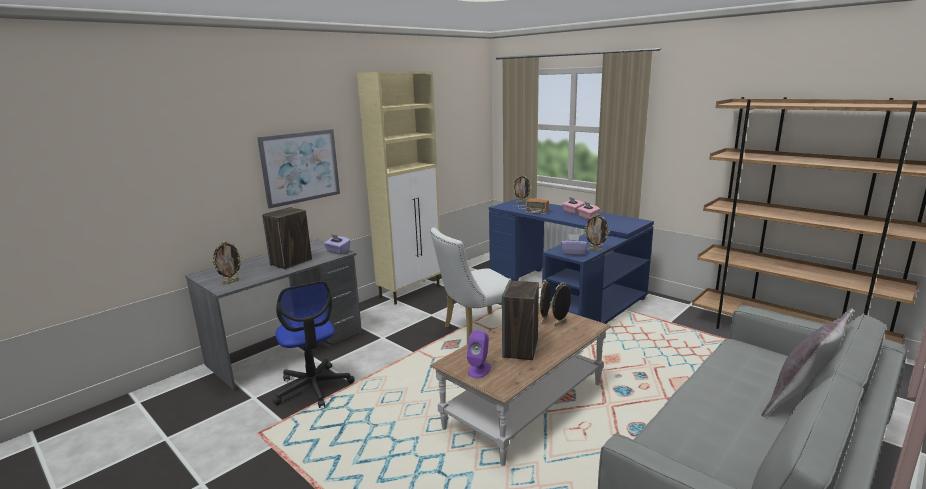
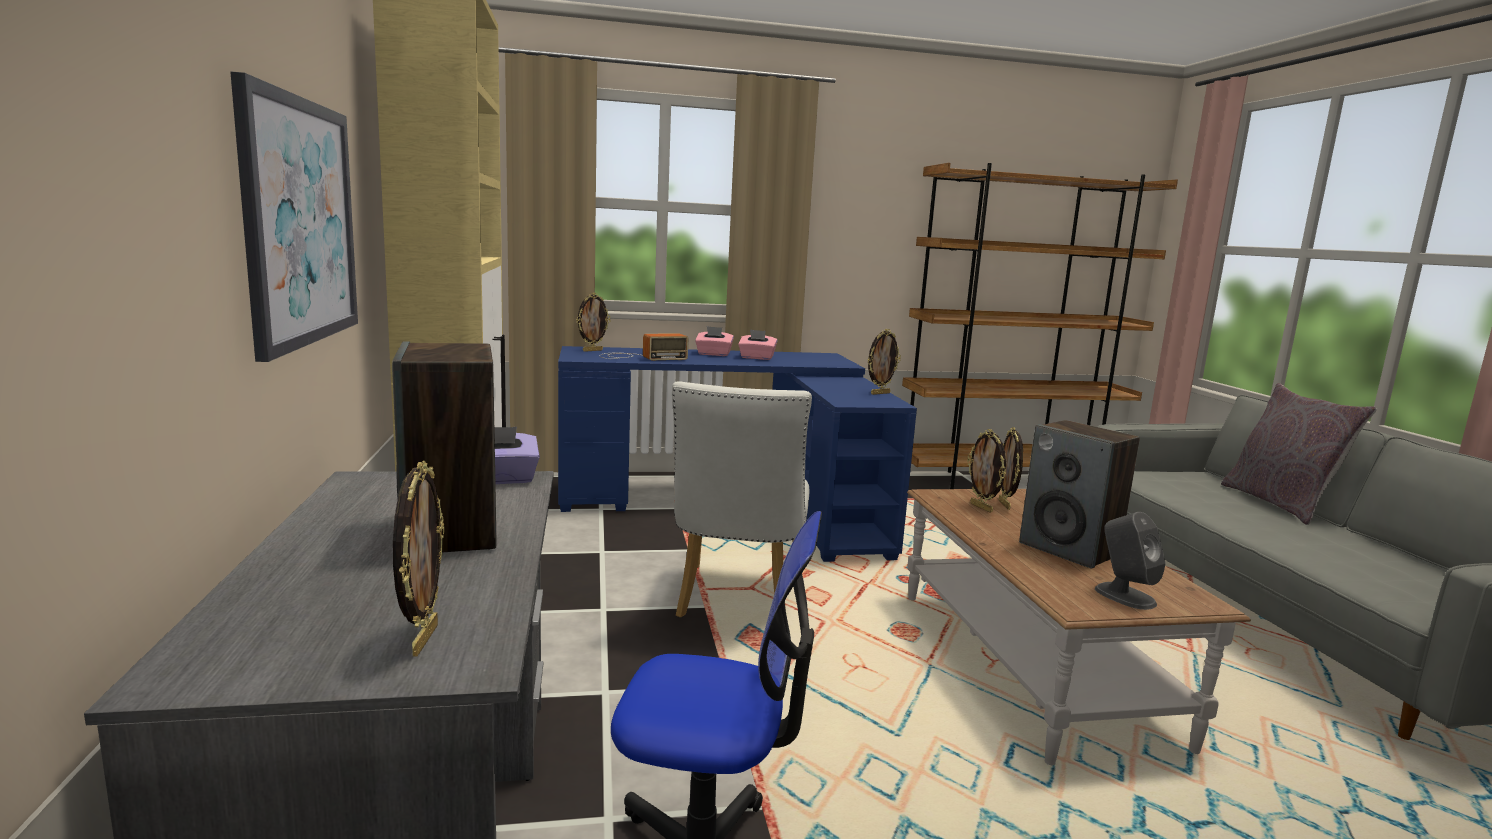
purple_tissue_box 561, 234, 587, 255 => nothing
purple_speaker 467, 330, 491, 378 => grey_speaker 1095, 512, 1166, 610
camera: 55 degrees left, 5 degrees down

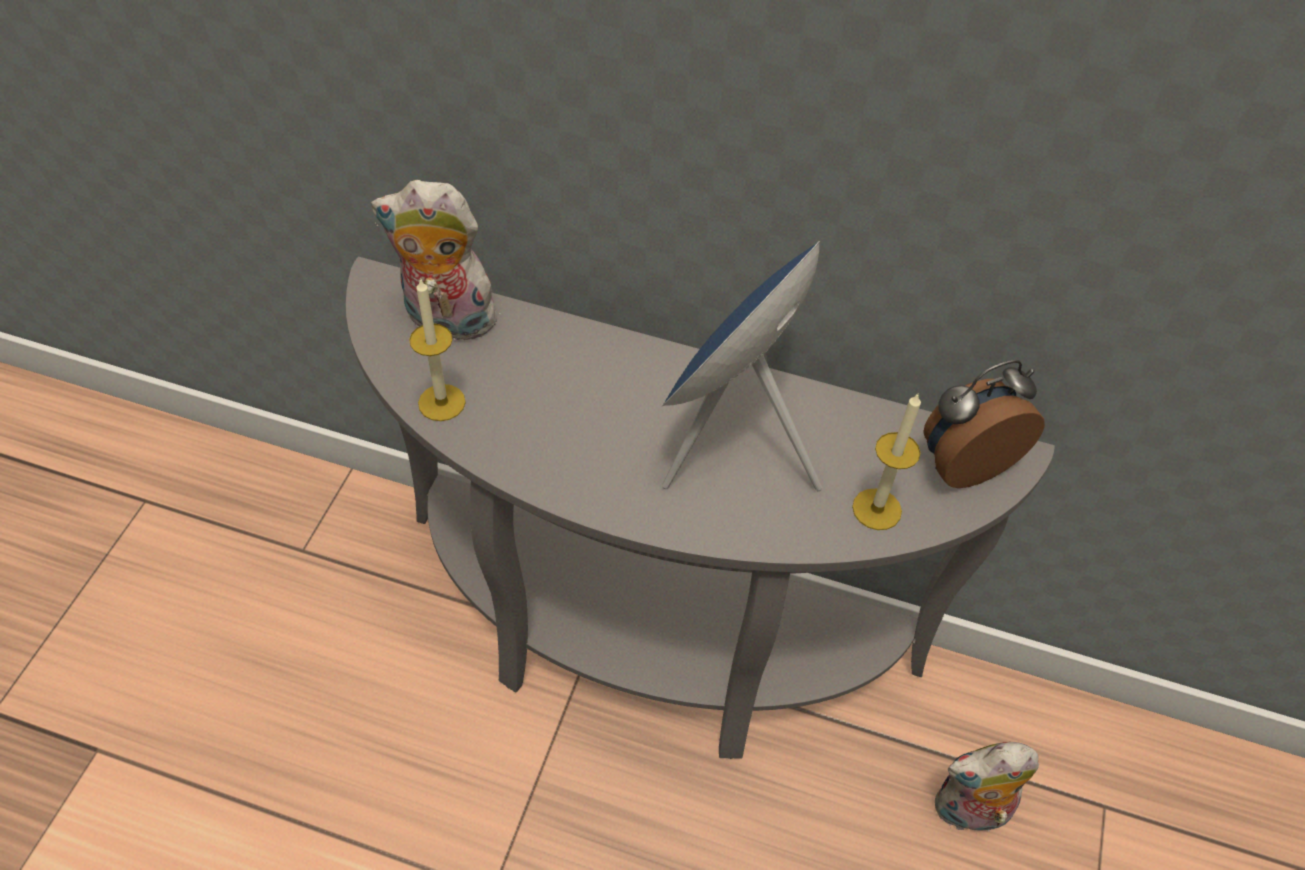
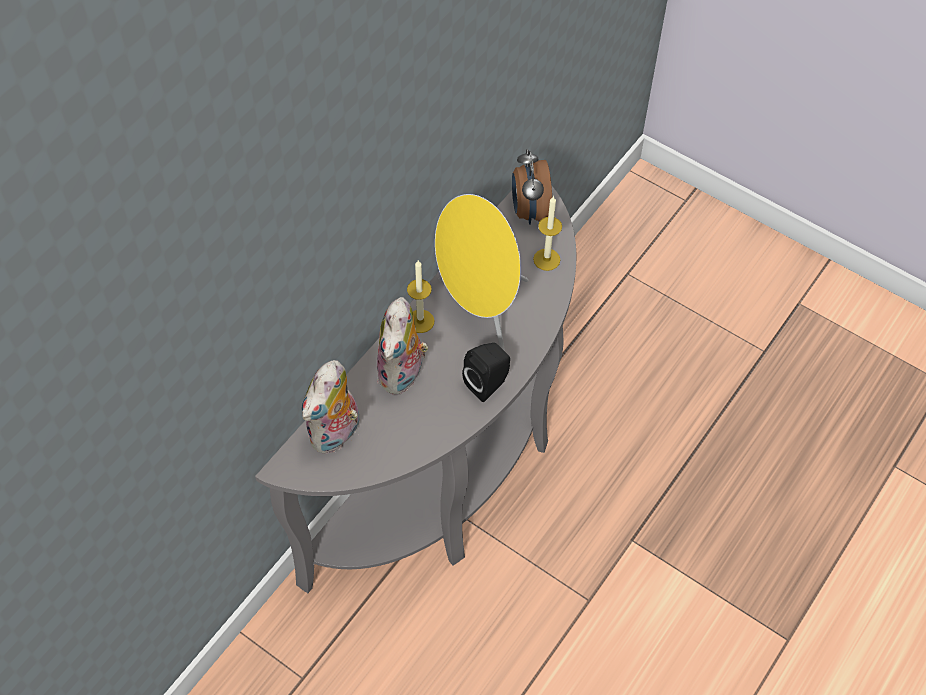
blue_speaker 662, 241, 822, 491 => yellow_speaker 435, 194, 528, 350
candle 409, 278, 466, 421 => candle 407, 261, 434, 333, relocated
plush_toy 935, 742, 1039, 831 => plush_toy 377, 297, 428, 395, relocated
nothing => black_speaker 462, 343, 510, 402
camera: 70 degrees left, 5 degrees up

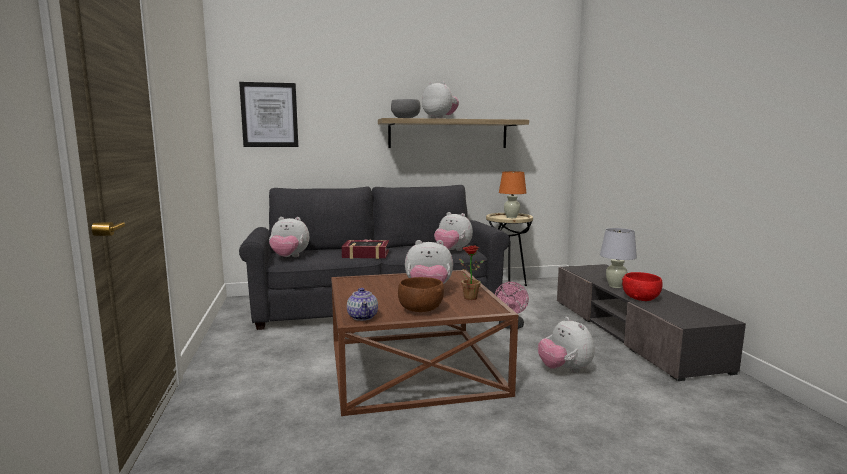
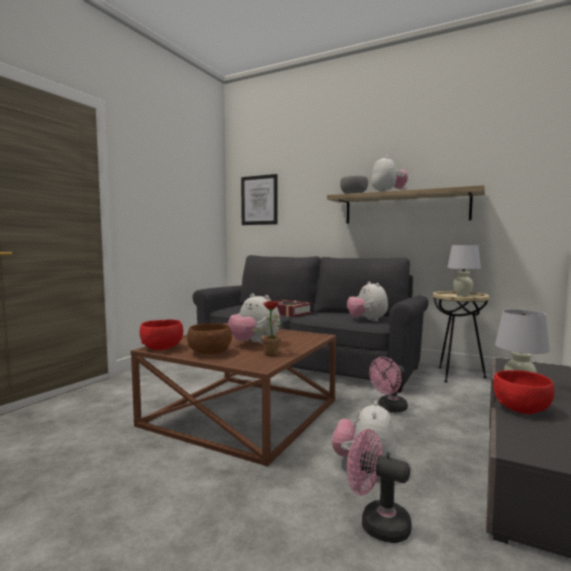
orange_table_lamp 499, 171, 526, 218 => white_table_lamp 447, 245, 481, 297
plush_toy 269, 217, 309, 257 => nothing
teapot 347, 288, 378, 321 => red_bowl 140, 319, 183, 350
nothing => pink_fan 347, 429, 412, 543
camera: 40 degrees right, 5 degrees down

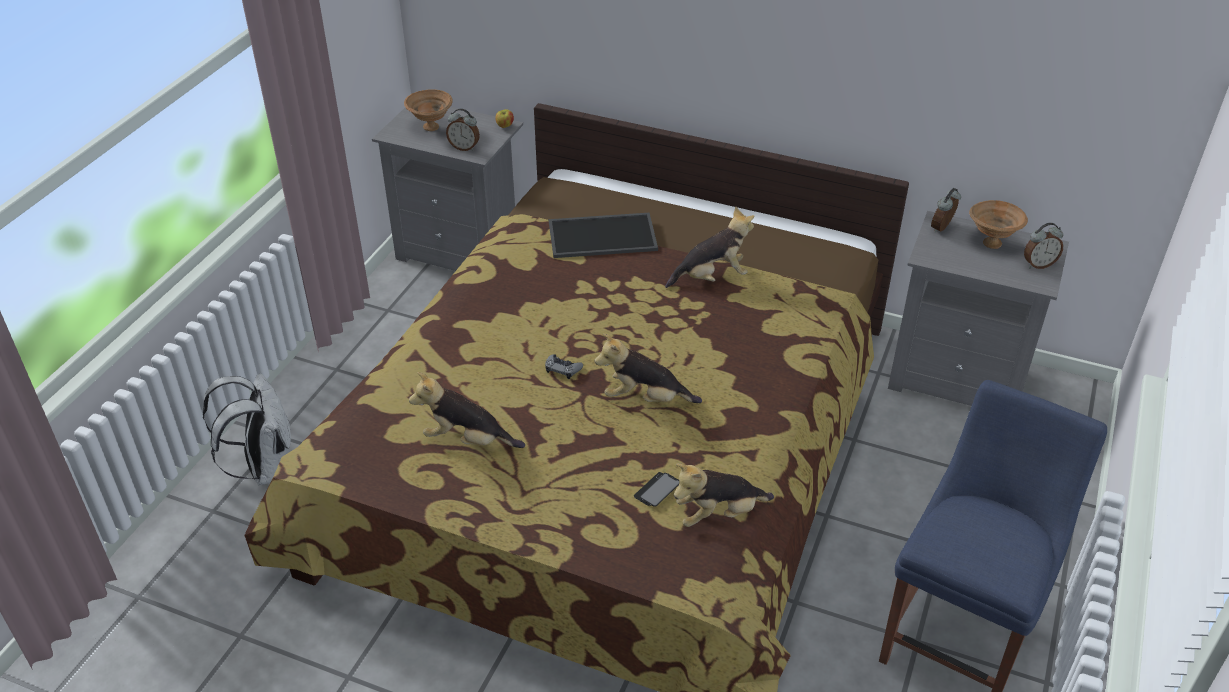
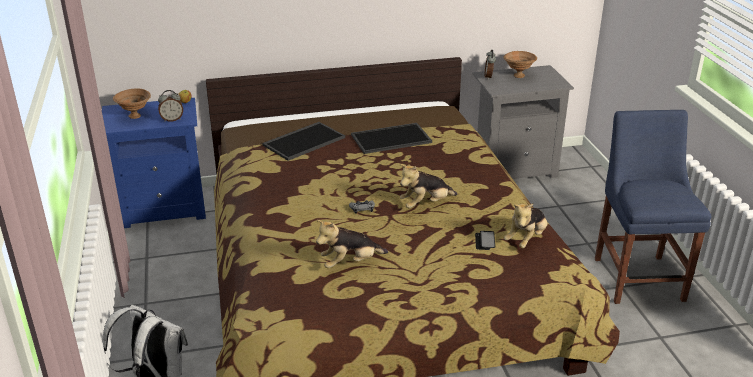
grey_nightstand 372, 107, 523, 271 => blue_nightstand 102, 98, 206, 228
plush_toy 665, 206, 755, 288 => tray 351, 123, 432, 154
alarm_clock 1024, 223, 1063, 269 => nothing
camera: 35 degrees left, 10 degrees down

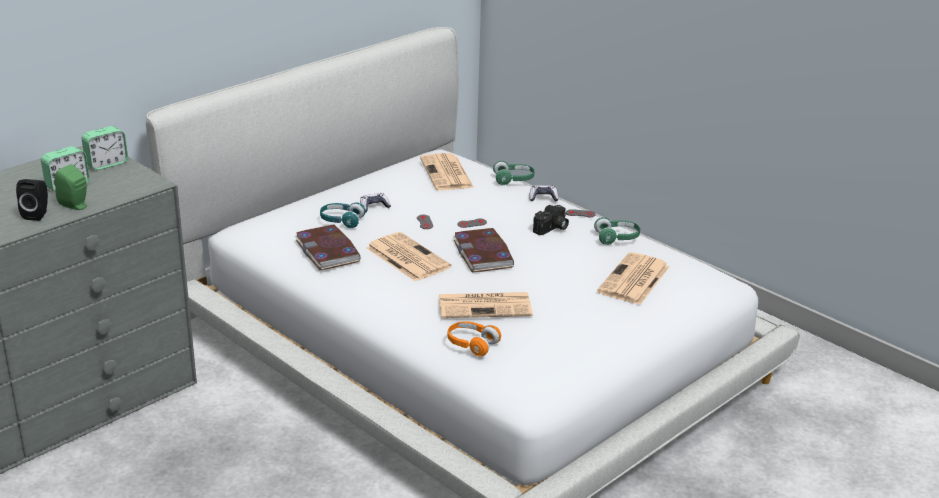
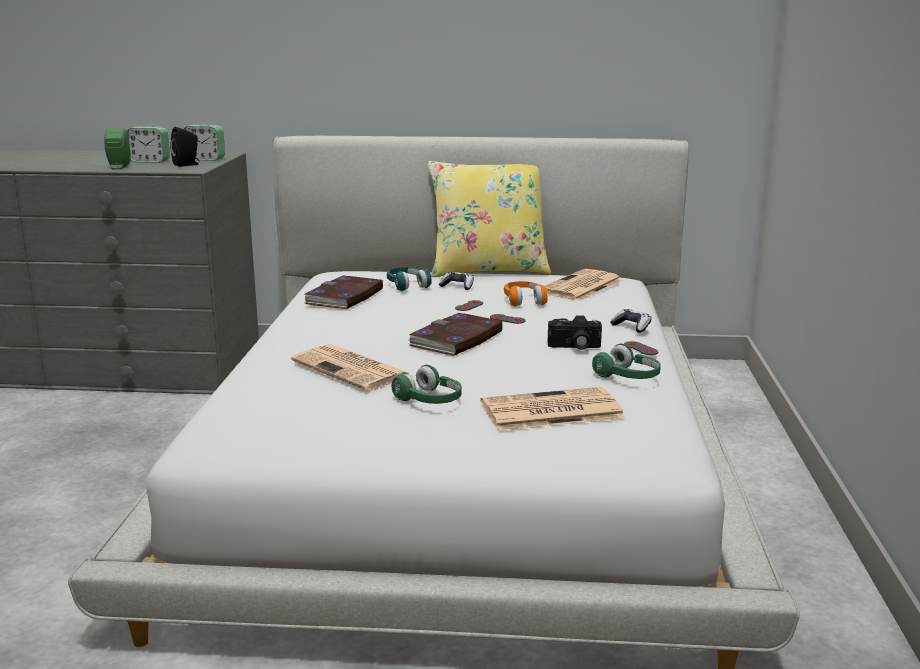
green_headphones 493, 161, 534, 185 => green_headphones 392, 365, 462, 404, relocated
black_speaker 16, 179, 48, 221 => black_speaker 170, 127, 199, 167, relocated
newspaper 366, 232, 451, 282 => nothing
orange_headphones 448, 321, 501, 356 => orange_headphones 504, 281, 548, 307, relocated
nothing => yellow_pillow 428, 161, 551, 277
camera: 50 degrees right, 10 degrees down

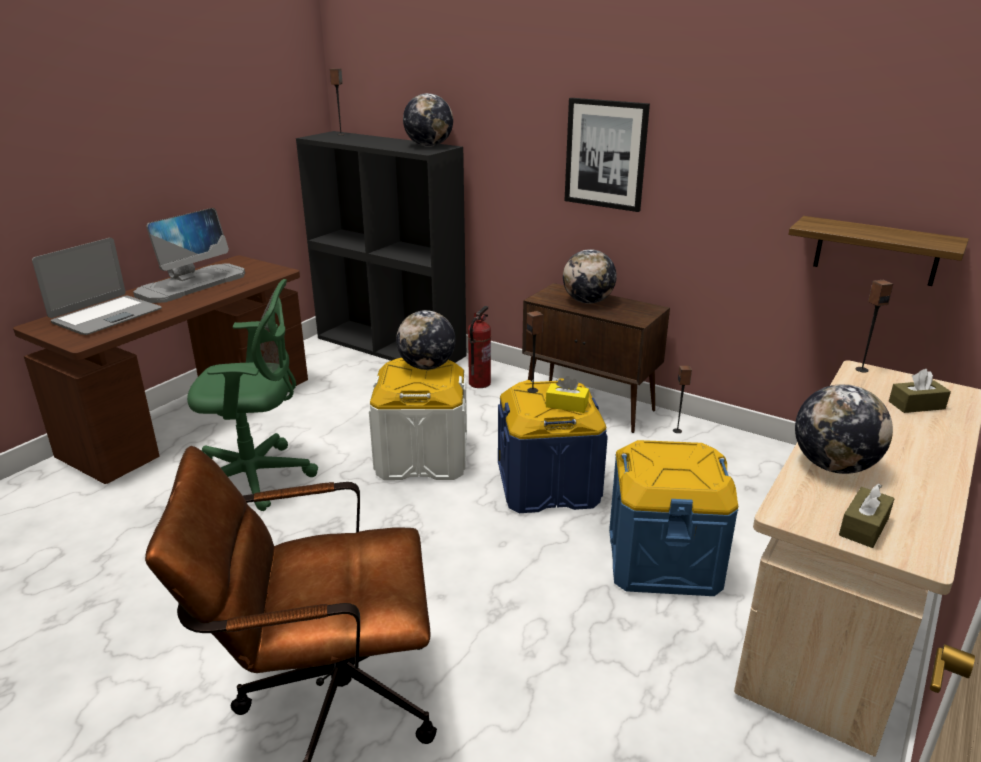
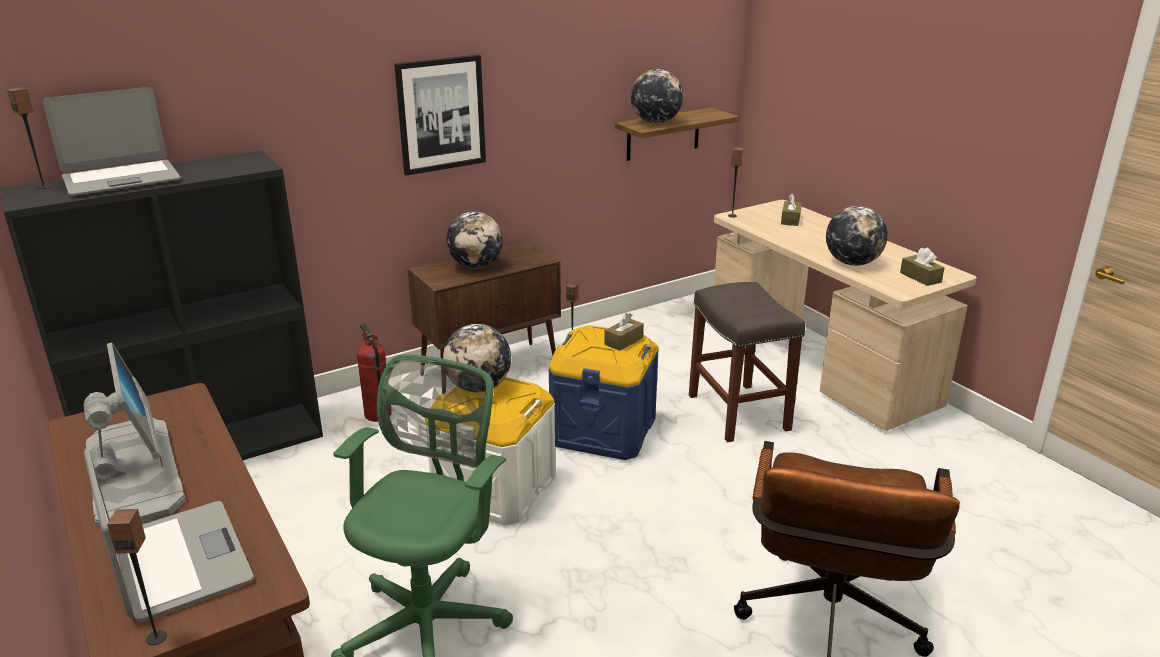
globe 403, 93, 453, 147 => globe 631, 69, 683, 123, relocated
speaker 527, 311, 543, 393 => speaker 107, 509, 167, 645, relocated
yellow_tissue_box 546, 376, 589, 413 => brown_tissue_box 604, 313, 644, 351
blue_storage_box 609, 440, 738, 596 => grey_stool 689, 282, 805, 442
nothing => laptop 43, 87, 181, 196
camera: 65 degrees left, 0 degrees up

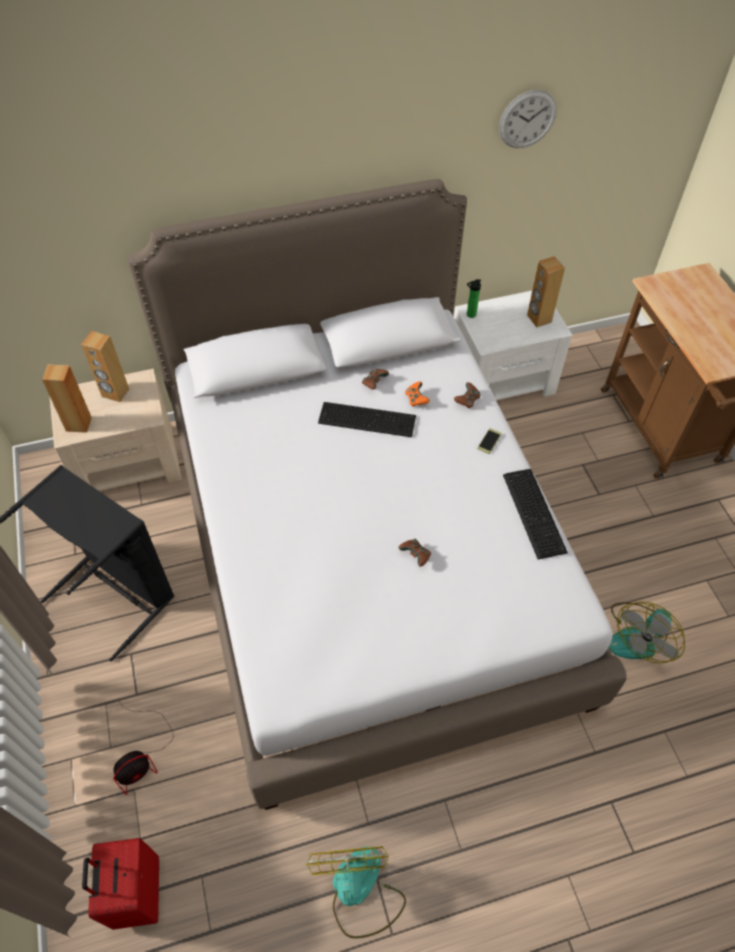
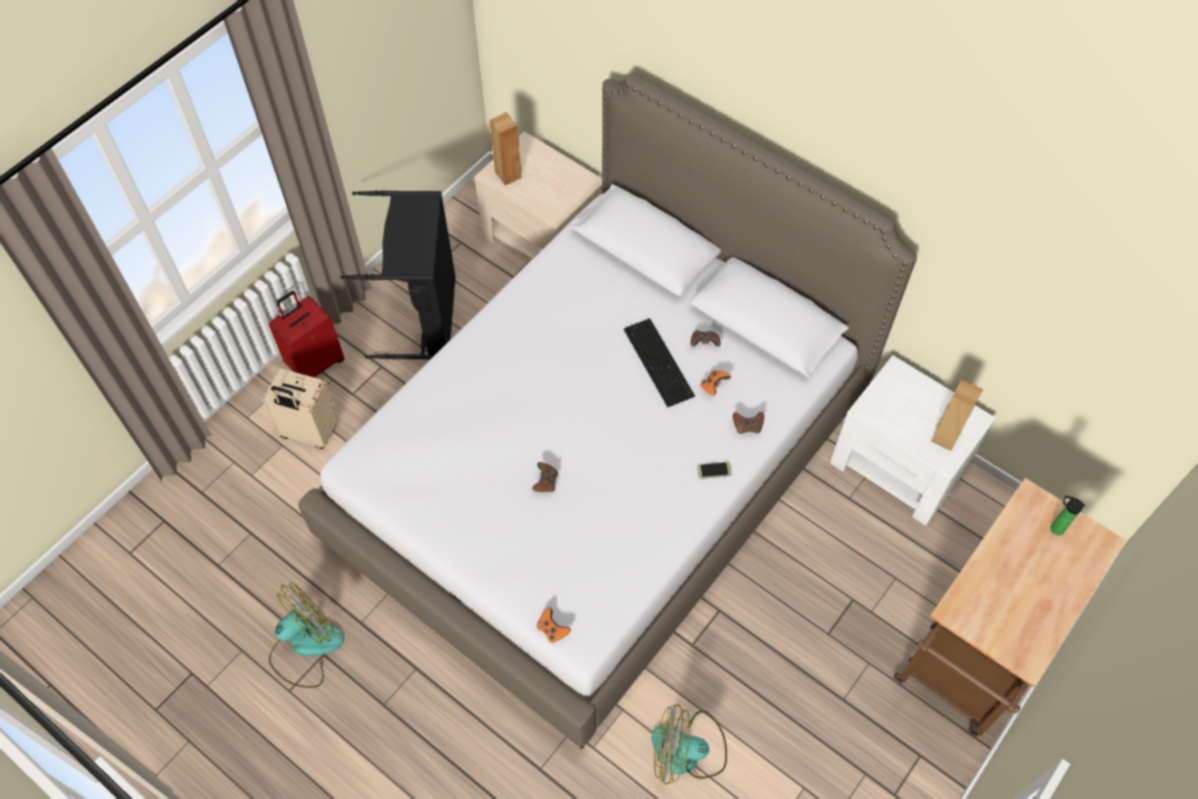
wall_clock 499, 90, 557, 148 => nothing
bottle 467, 279, 481, 318 => bottle 1050, 495, 1085, 535, relocated
brown_speaker 81, 331, 129, 402 => nothing
keyboard 503, 469, 568, 560 => nothing
fan 113, 698, 173, 795 => beige_suitcase 262, 368, 339, 449
red_suitcase 82, 838, 159, 930 => red_suitcase 269, 291, 344, 378, relocated
nothing => orange_game_controller 537, 607, 571, 643
camera: 55 degrees right, 5 degrees up

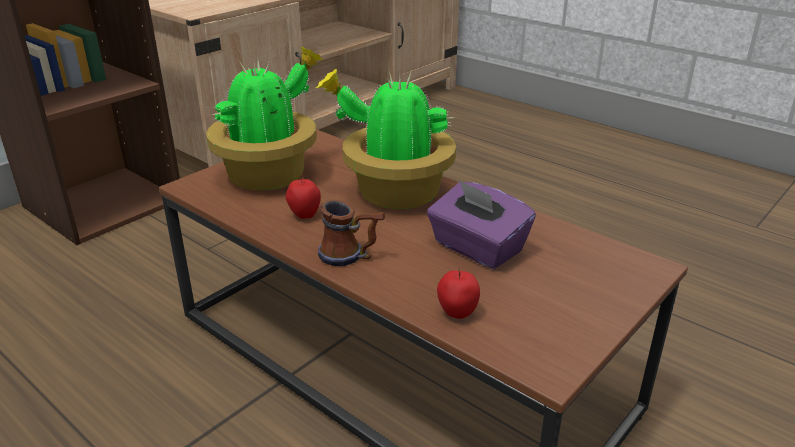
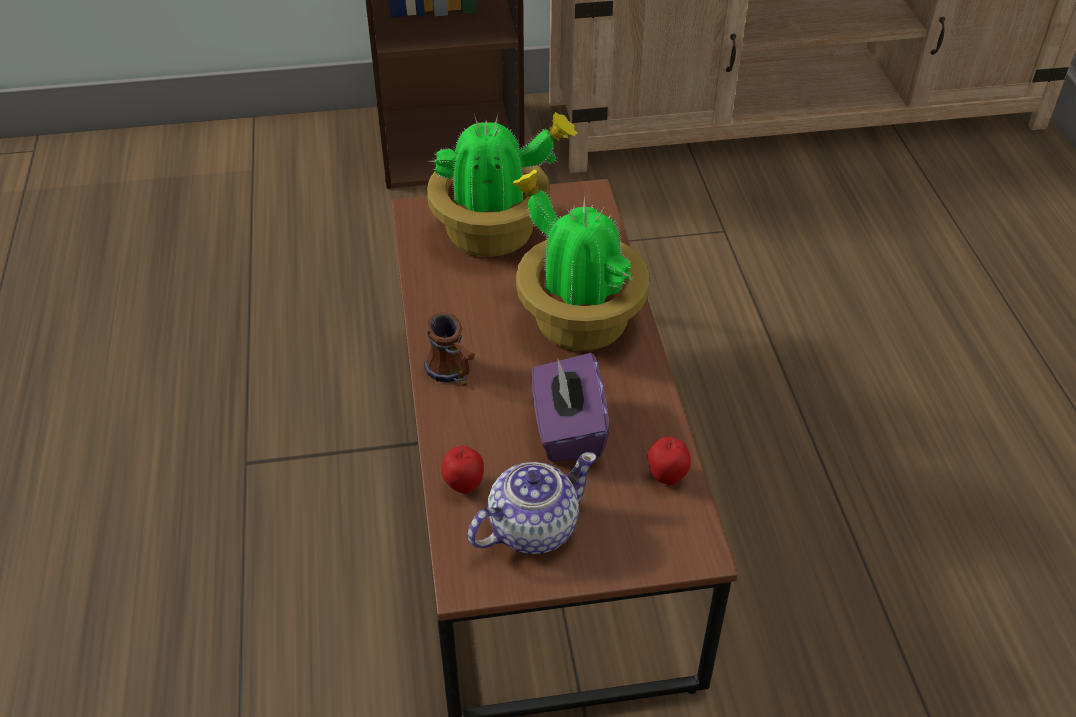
apple 286, 175, 321, 219 => apple 648, 437, 691, 485, relocated
nothing => teapot 468, 452, 597, 554
camera: 40 degrees right, 15 degrees up

